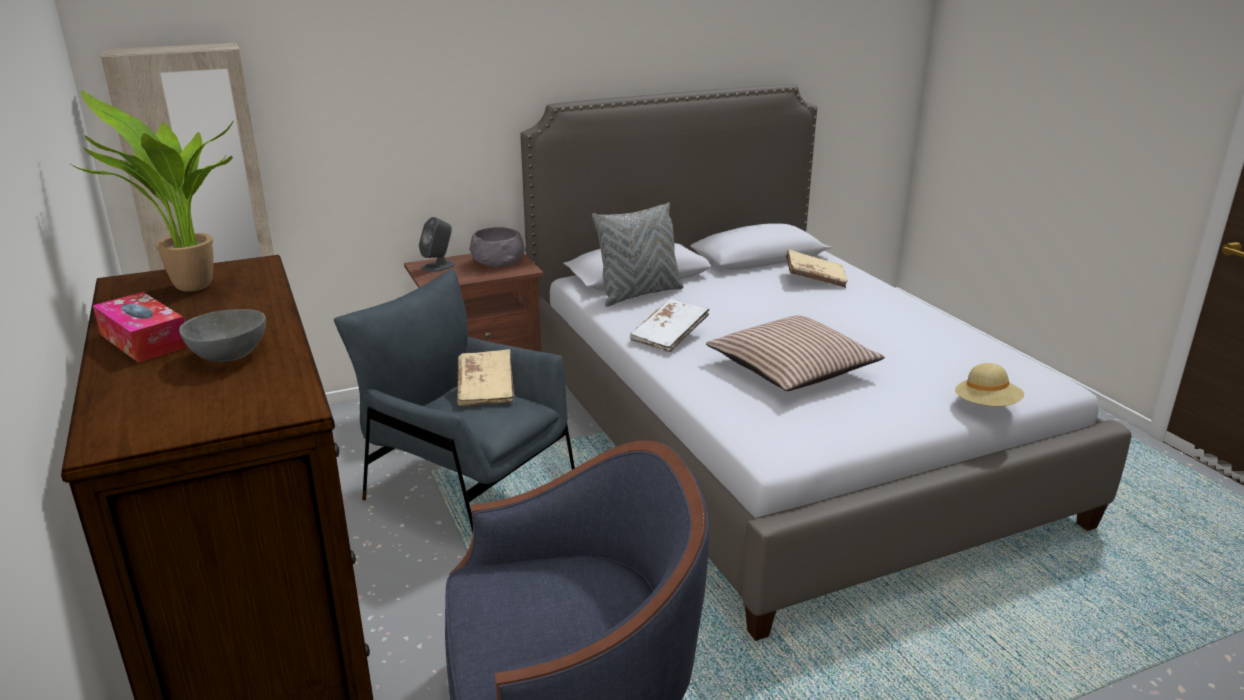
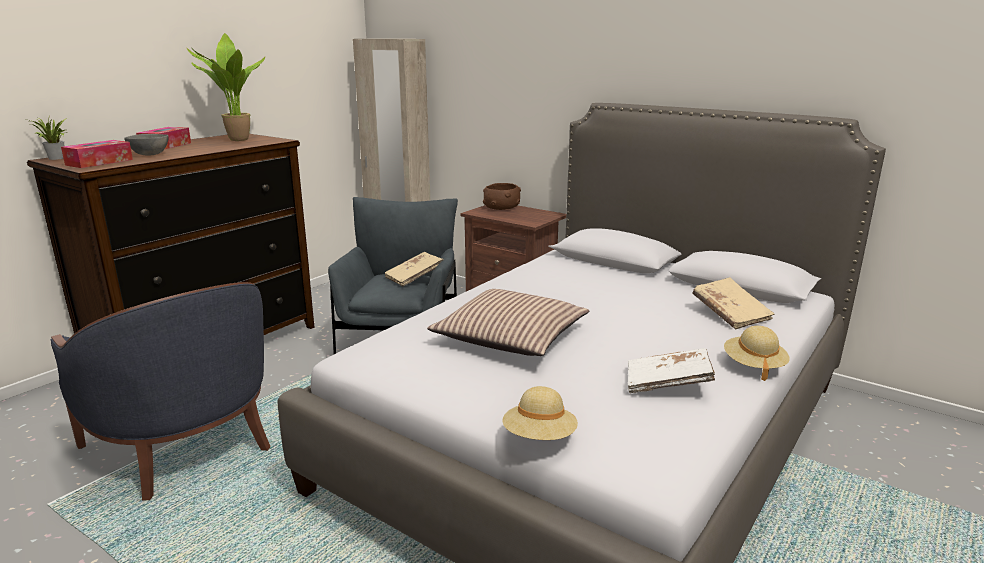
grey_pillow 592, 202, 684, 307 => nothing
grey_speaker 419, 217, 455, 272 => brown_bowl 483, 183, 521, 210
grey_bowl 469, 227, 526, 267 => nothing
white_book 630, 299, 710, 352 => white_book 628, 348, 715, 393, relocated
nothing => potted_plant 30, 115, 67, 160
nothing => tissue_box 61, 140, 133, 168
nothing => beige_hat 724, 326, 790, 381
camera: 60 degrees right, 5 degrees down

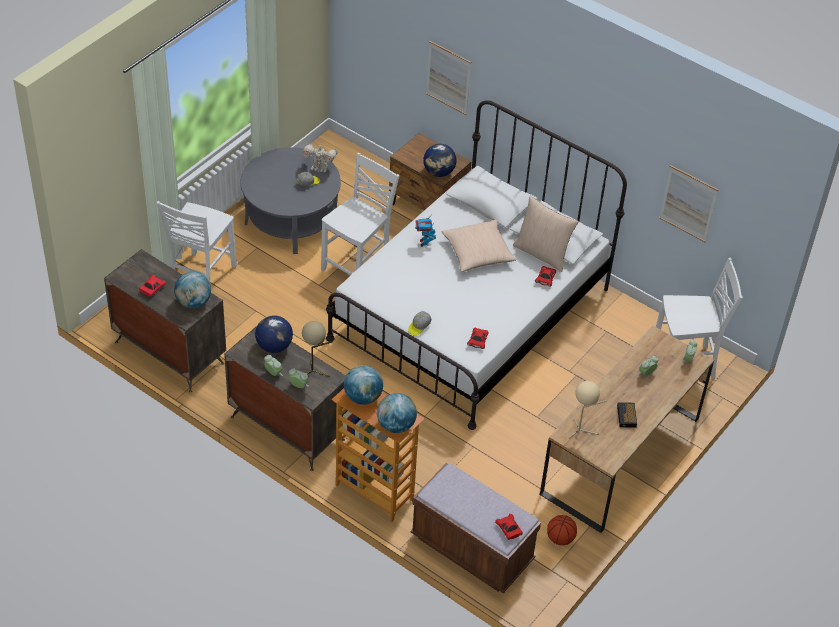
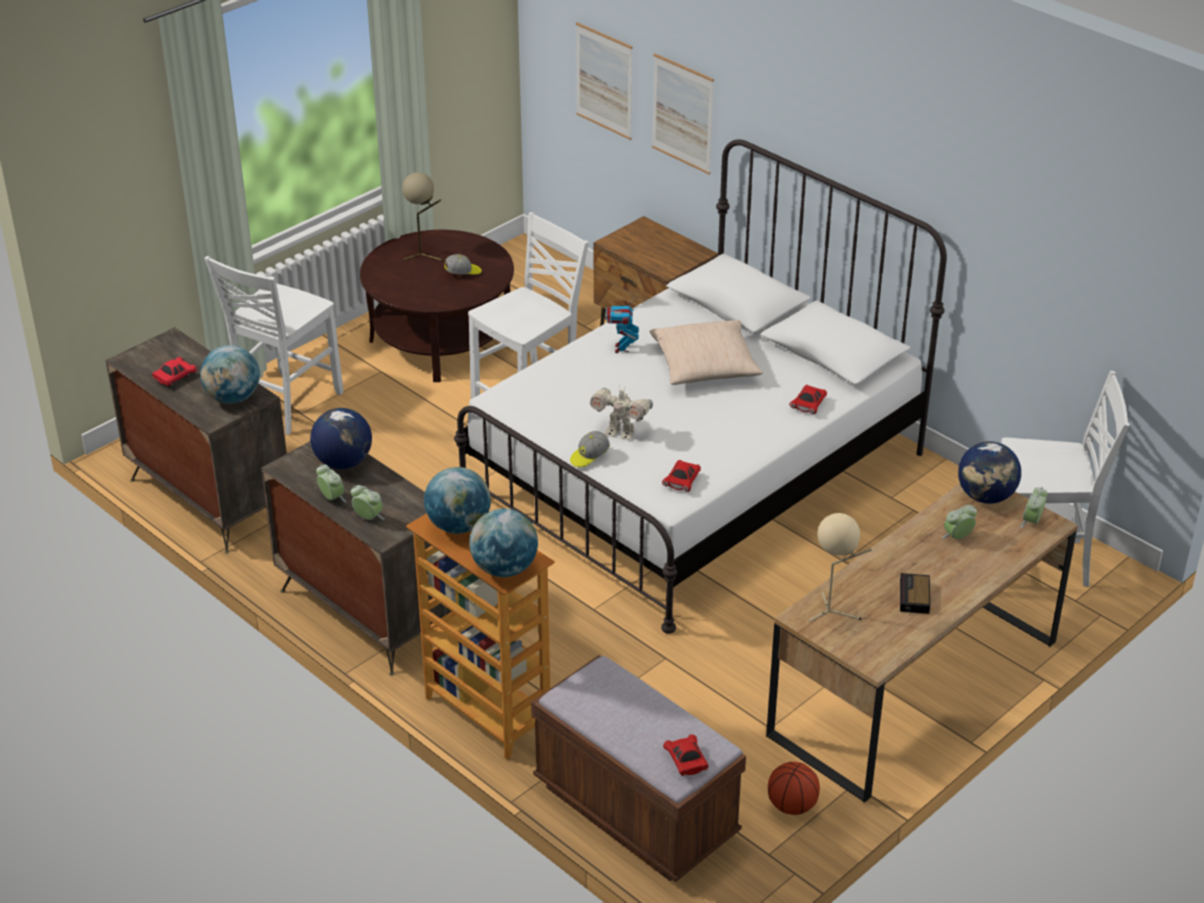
toy_robot 303, 143, 338, 172 => toy_robot 590, 385, 653, 440, relocated
globe 423, 144, 456, 177 => globe 958, 441, 1021, 504, relocated
grey_coffee_table 240, 147, 341, 254 => brown_coffee_table 360, 230, 514, 382
picture 659, 165, 719, 242 => picture 576, 22, 633, 140, relocated
beige_pillow 513, 196, 579, 272 => nothing
beige_table_lamp 302, 321, 333, 376 => beige_table_lamp 402, 172, 443, 261, relocated
camera: 10 degrees right, 10 degrees down

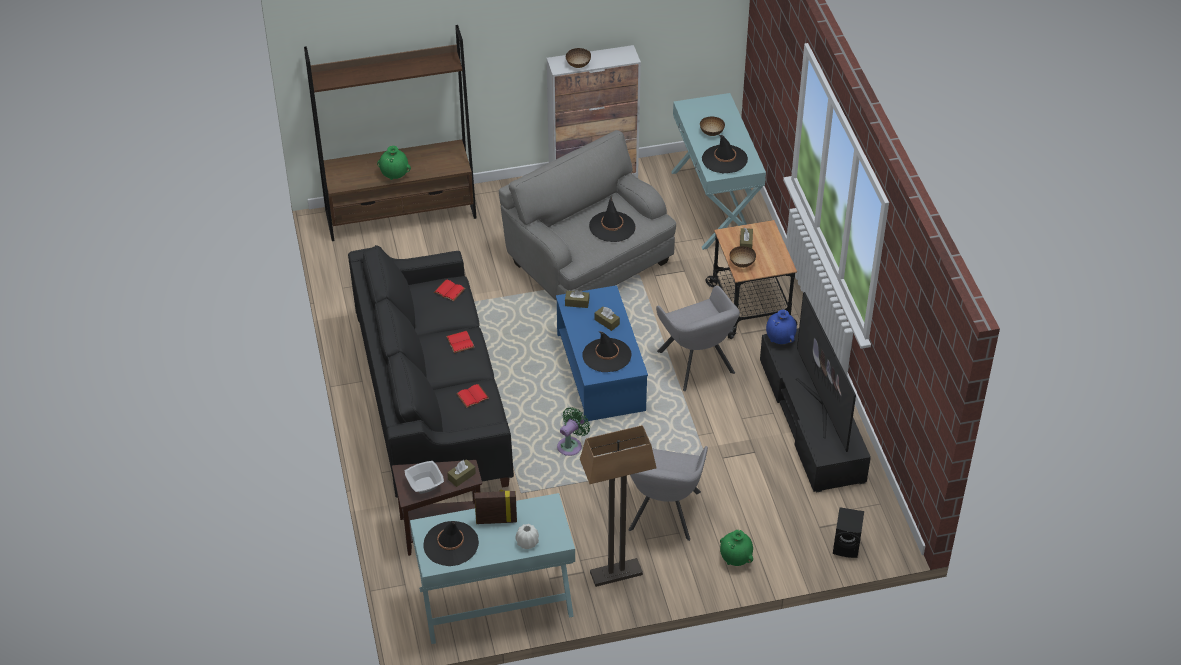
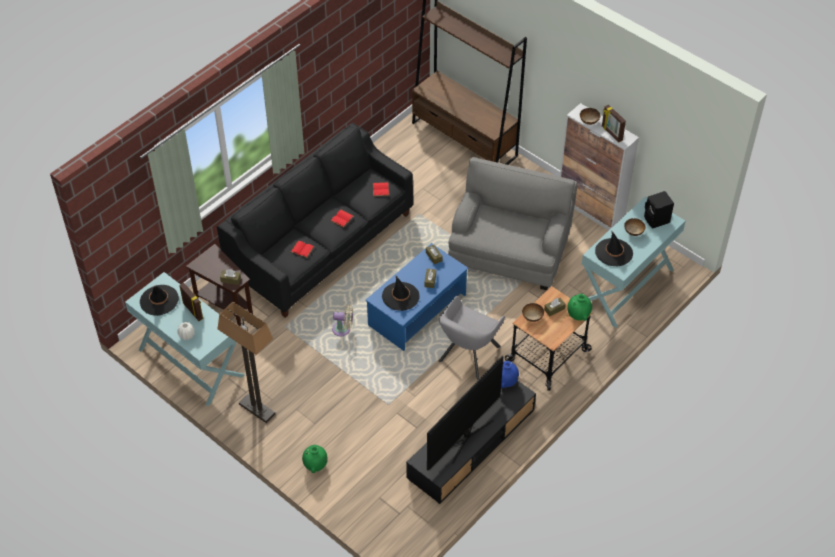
green_vase 377, 146, 411, 180 => green_vase 567, 294, 592, 321, relocated
black_hat 589, 197, 635, 242 => nothing
green_fan 557, 407, 590, 456 => beige_fan 332, 304, 353, 336
grey_armchair 629, 445, 708, 541 => nothing
bowl 405, 461, 444, 494 => nothing
black_speaker 833, 507, 864, 558 => black_speaker 644, 191, 674, 228, relocated
nothing => picture_frame 602, 105, 626, 142
camera: 55 degrees right, 5 degrees up

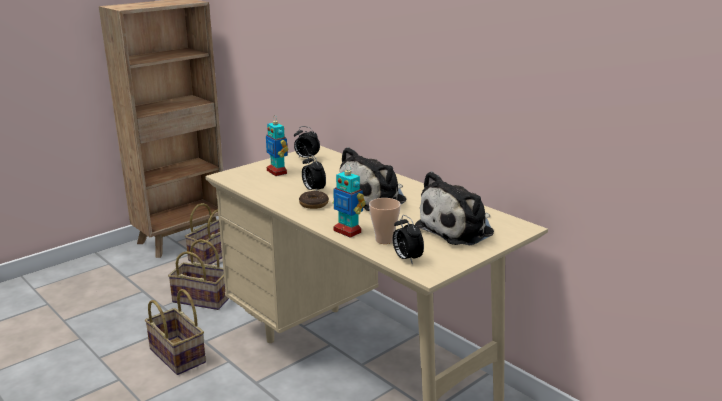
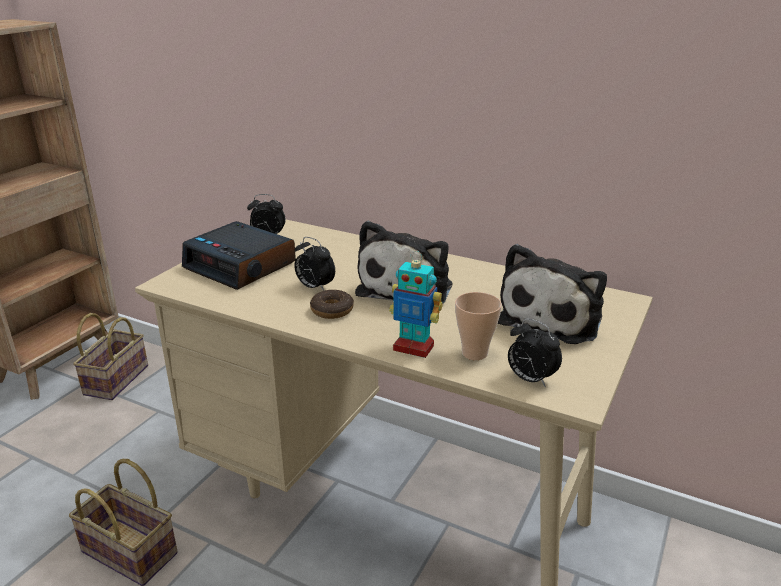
toy_robot 266, 118, 288, 176 => alarm_clock 182, 221, 296, 290
basket 168, 239, 229, 310 => nothing
camera: 20 degrees left, 5 degrees up

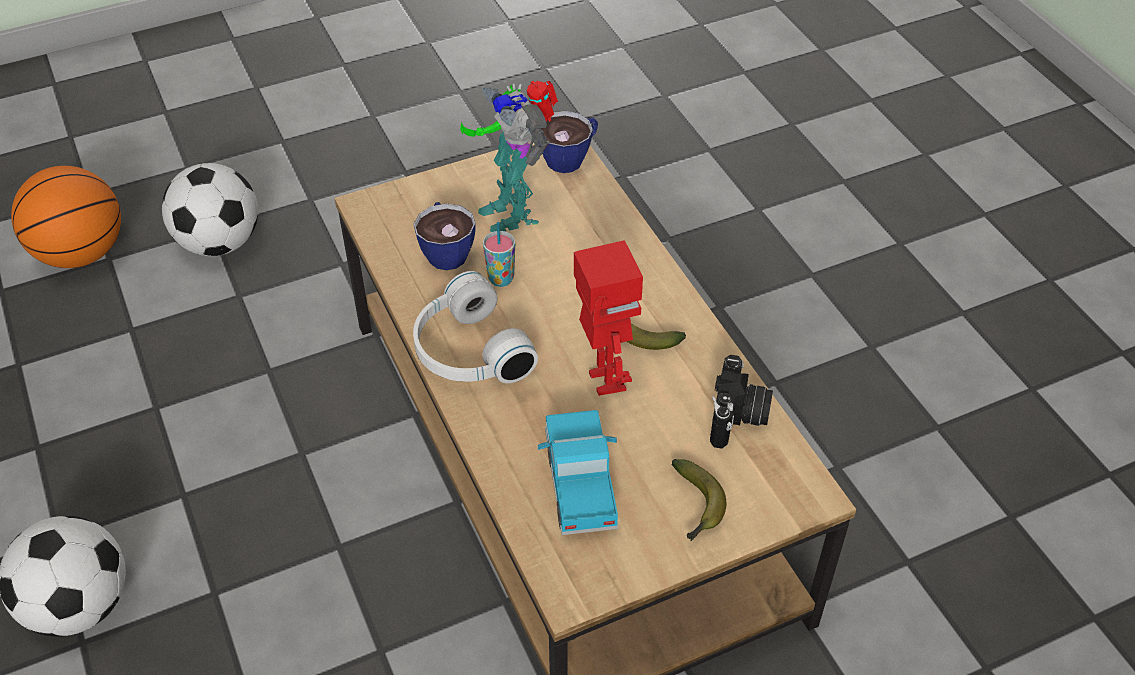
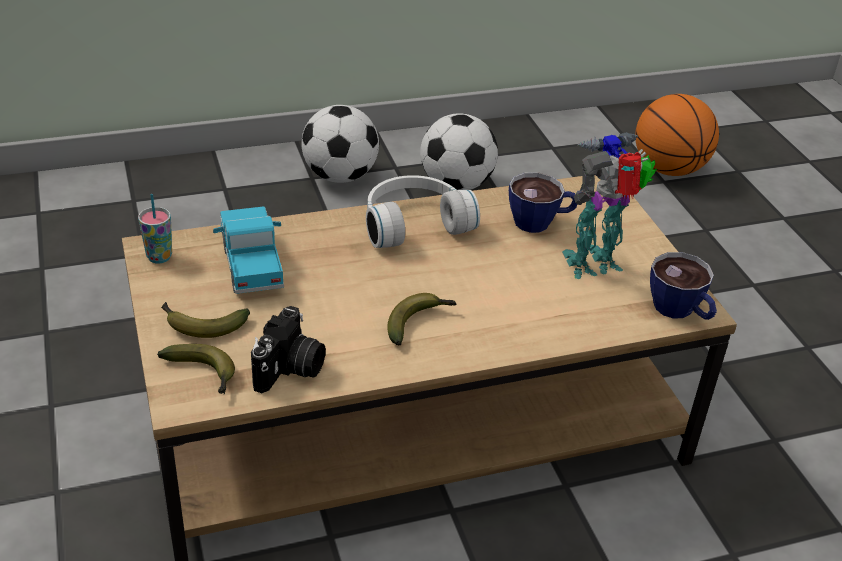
football 162, 163, 258, 256 => football 420, 113, 498, 190, relocated
cup 483, 222, 515, 287 => cup 138, 194, 172, 264, relocated
toy_robot 574, 240, 643, 396 => nothing
photo_camera 710, 355, 773, 449 => photo_camera 251, 306, 326, 393, 90 degrees counterclockwise
toy_truck 538, 410, 618, 535 => toy_truck 213, 207, 284, 294, 105 degrees counterclockwise
nothing => banana 157, 344, 235, 395
camera: 95 degrees right, 10 degrees down

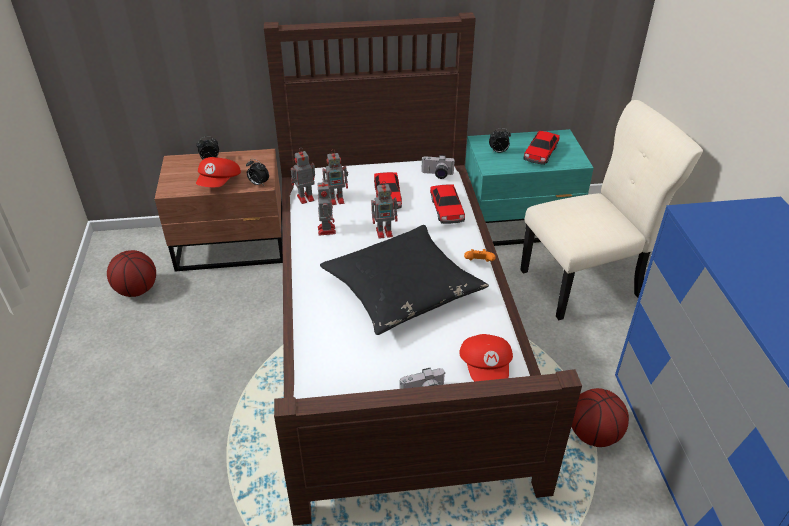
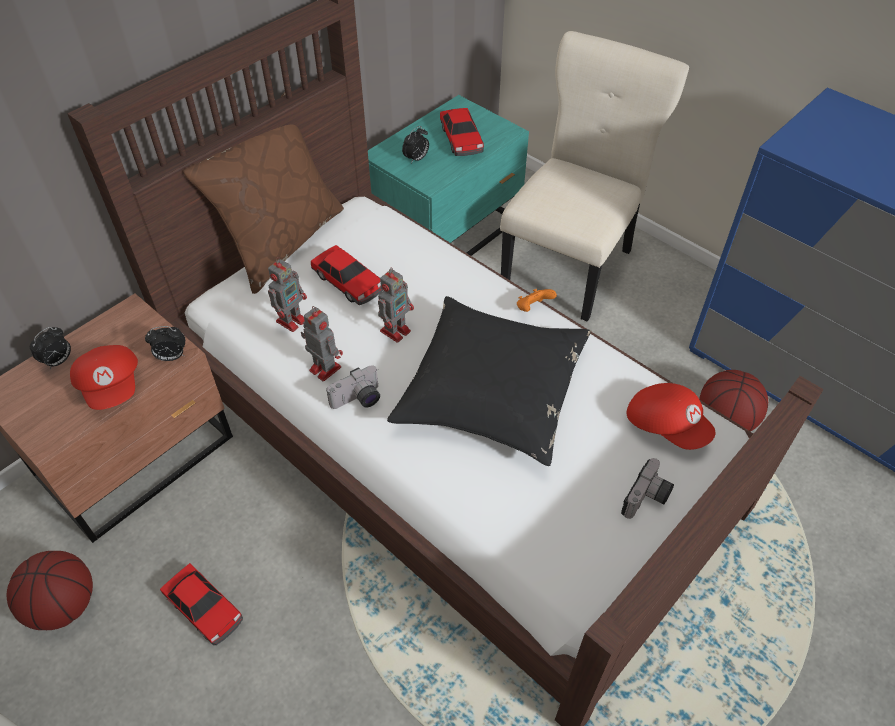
toy_robot 291, 149, 315, 204 => nothing
photo_camera 421, 155, 455, 179 => photo_camera 326, 365, 380, 409, relocated
toy_car 430, 184, 465, 224 => toy_car 160, 563, 243, 645, relocated
nothing => brown_pillow 183, 92, 344, 294
camera: 40 degrees left, 10 degrees up

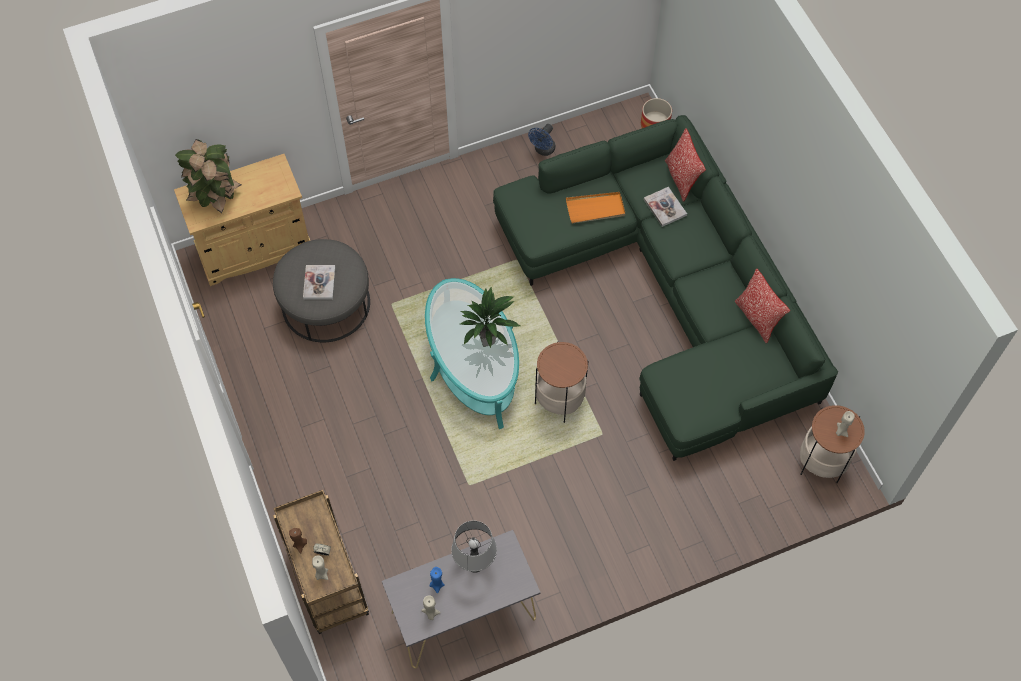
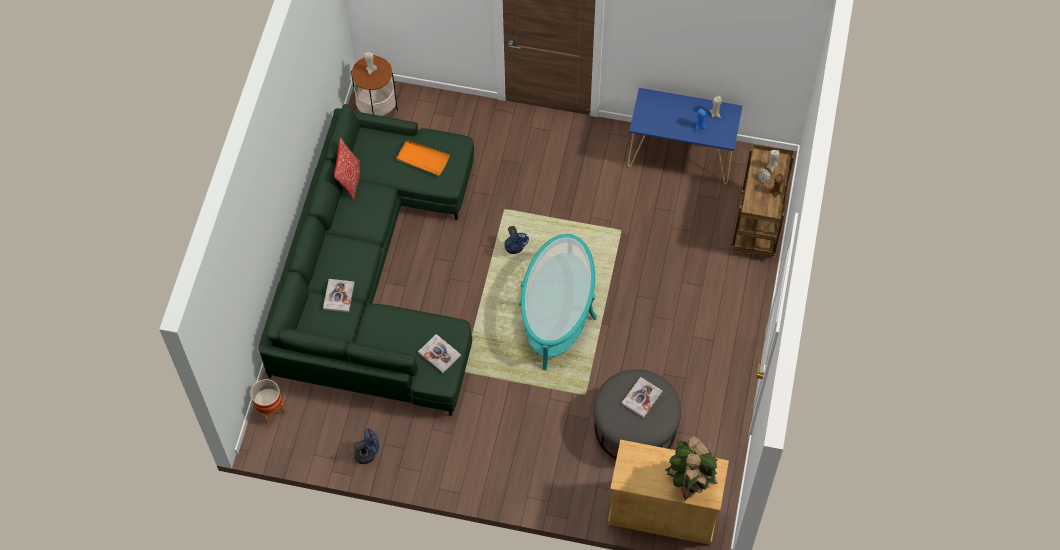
pillow 665, 128, 706, 202 => nothing
orange_tray 566, 192, 626, 223 => orange_tray 396, 140, 450, 176, relocated
potted_plant 460, 286, 520, 348 => nothing
side_table 535, 341, 589, 423 => blue_fan 504, 226, 529, 254
grey_table_lamp 451, 521, 497, 573 => nothing
grey_console_table 382, 530, 541, 669 => blue_console_table 628, 88, 742, 184
nothing => book 418, 334, 461, 373
camera: 145 degrees left, 0 degrees up

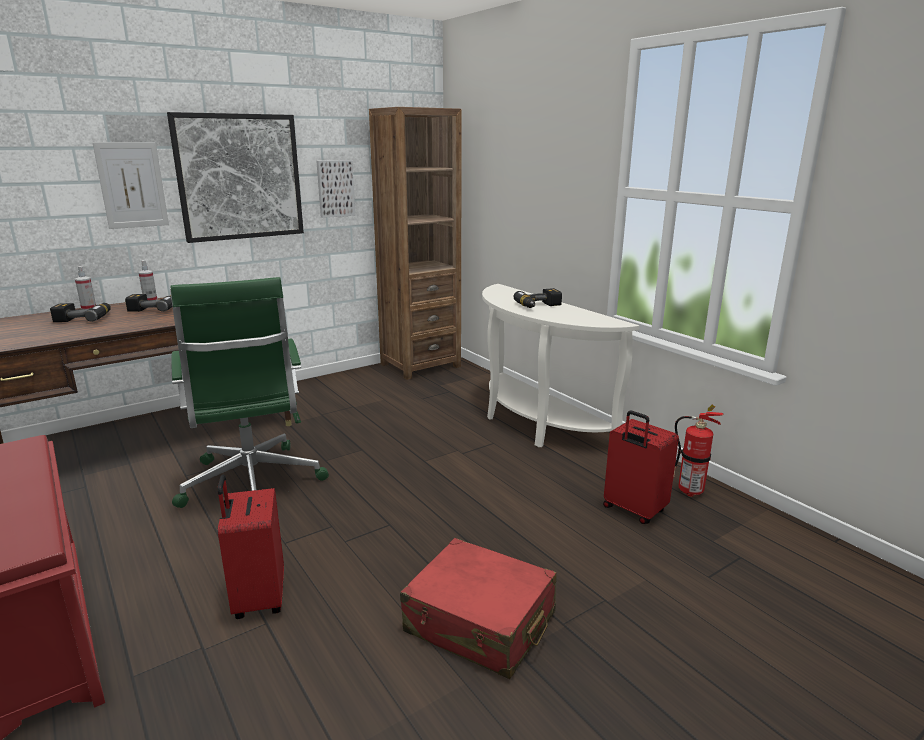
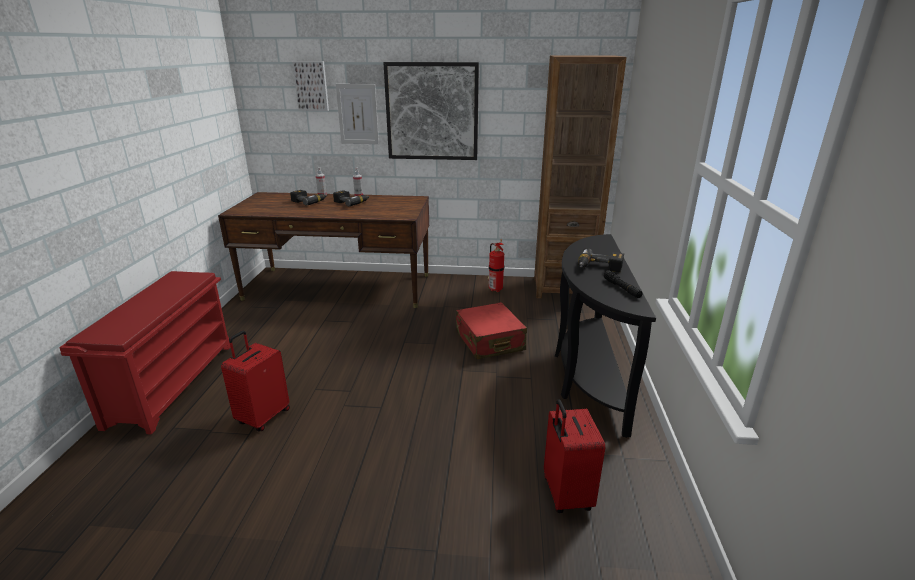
picture 316, 160, 356, 218 => picture 292, 61, 329, 111, relocated
green_office_chair 170, 277, 329, 508 => nothing
white_console_table 482, 284, 640, 447 => black_console_table 555, 234, 656, 438
fire_extinguisher 673, 405, 724, 497 => fire_extinguisher 488, 240, 504, 292, relocated
red_suitcase 400, 538, 557, 679 => red_suitcase 456, 302, 527, 359, relocated
nothing => black_flashlight 603, 270, 643, 298
camera: 40 degrees right, 5 degrees up

